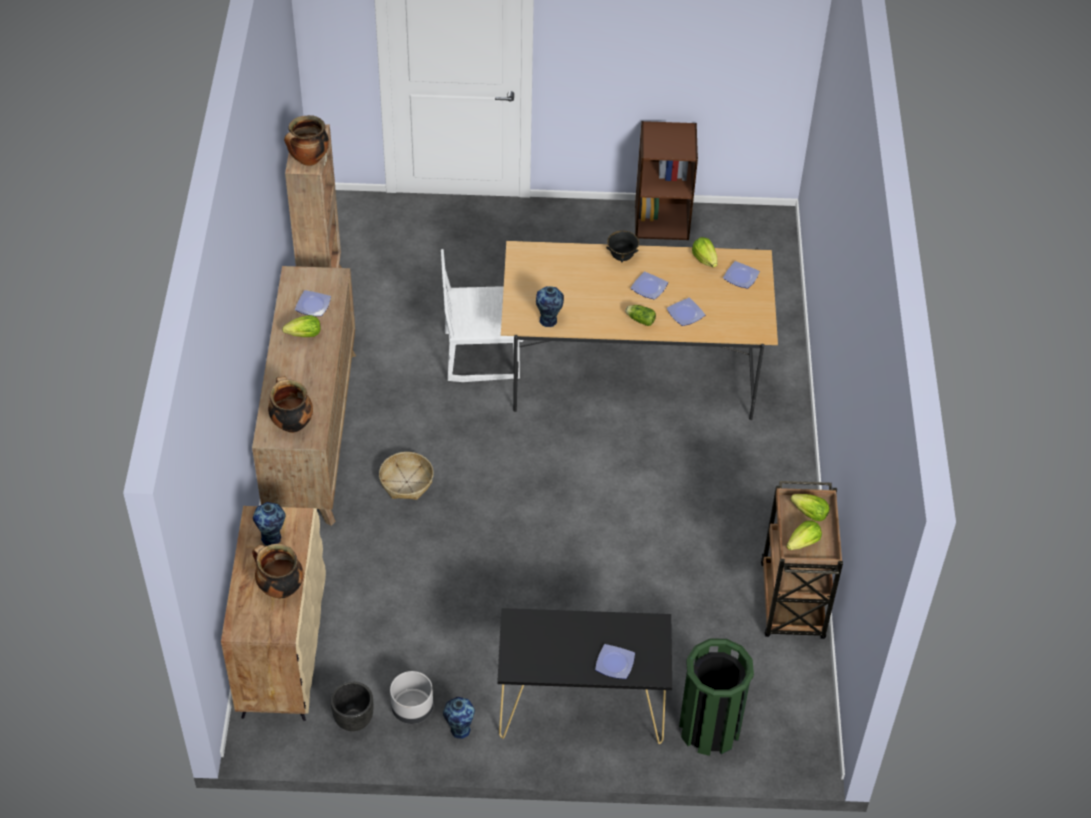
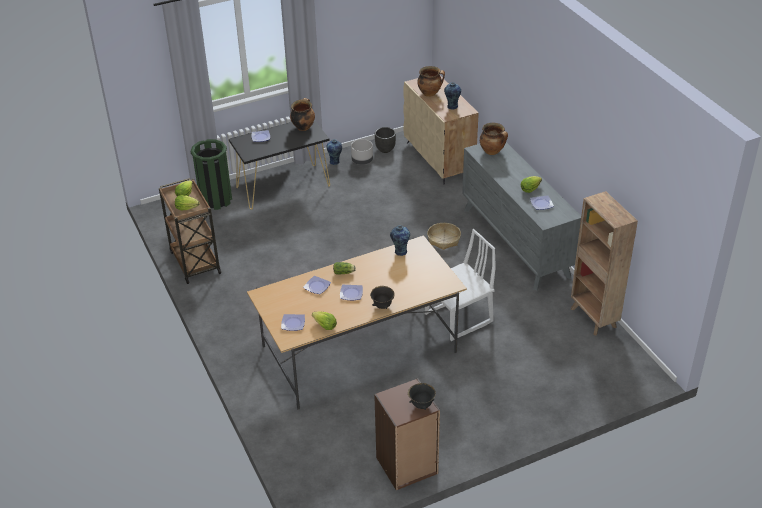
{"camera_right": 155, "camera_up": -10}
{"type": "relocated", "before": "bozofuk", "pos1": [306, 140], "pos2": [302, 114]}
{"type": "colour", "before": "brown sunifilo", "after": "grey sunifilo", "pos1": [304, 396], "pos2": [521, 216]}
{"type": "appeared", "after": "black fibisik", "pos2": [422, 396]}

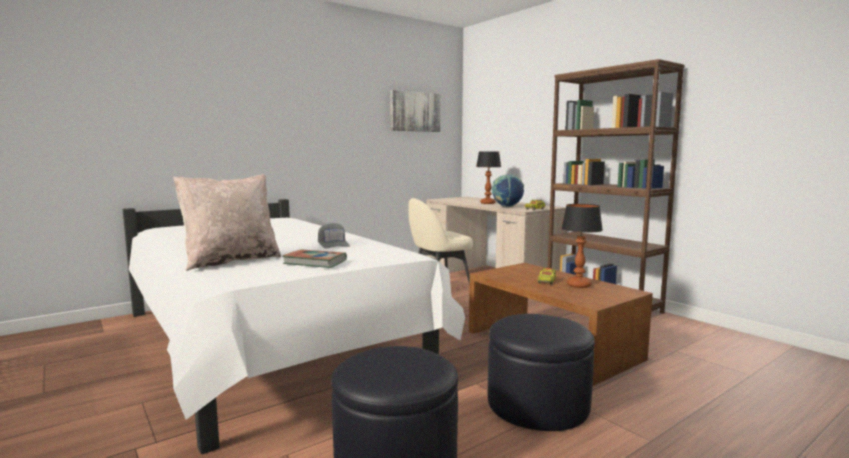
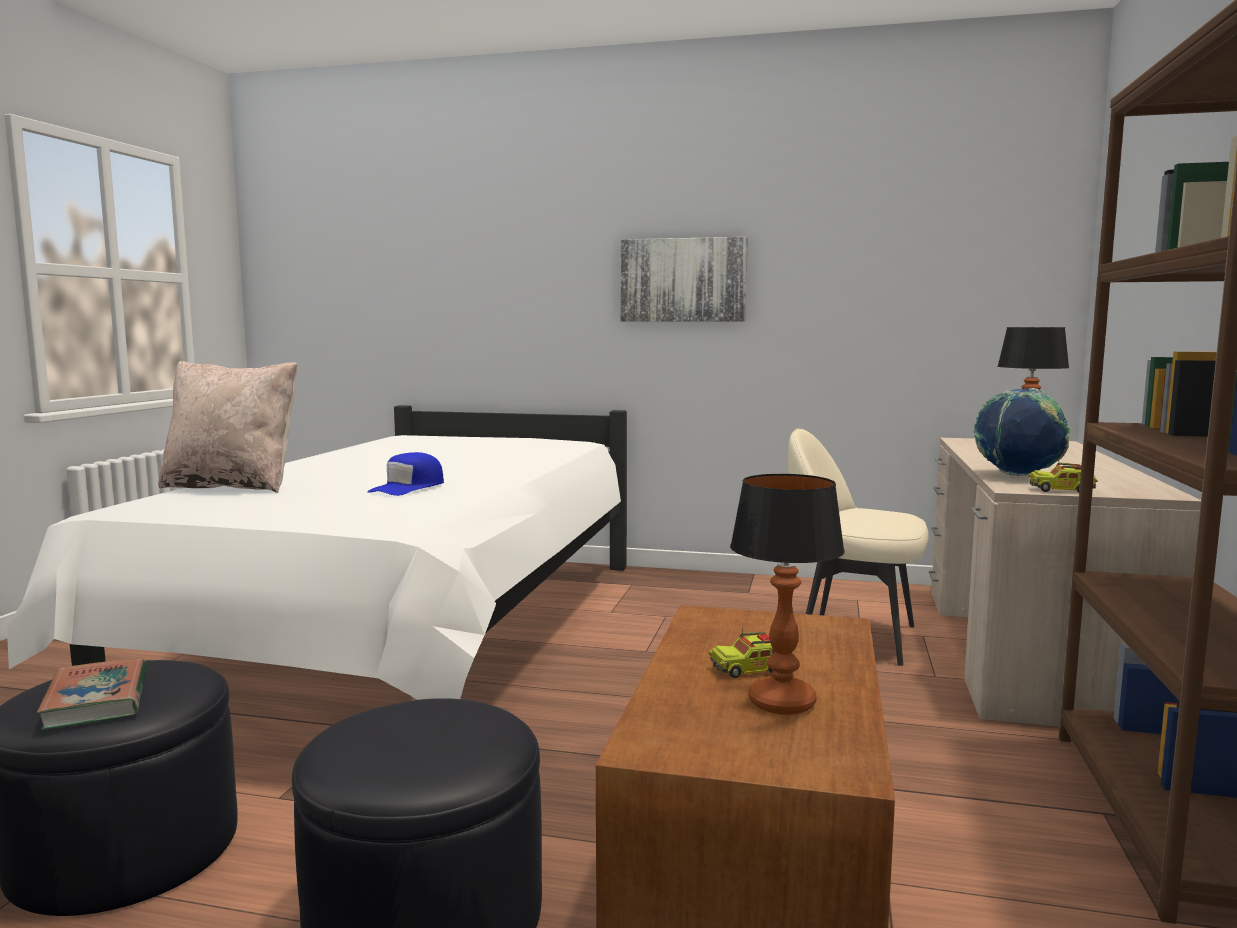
{"camera_right": 50, "camera_up": 0}
{"type": "relocated", "before": "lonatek", "pos1": [415, 111], "pos2": [684, 279]}
{"type": "colour", "before": "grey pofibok", "after": "blue pofibok", "pos1": [334, 235], "pos2": [405, 474]}
{"type": "relocated", "before": "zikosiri", "pos1": [314, 258], "pos2": [92, 694]}

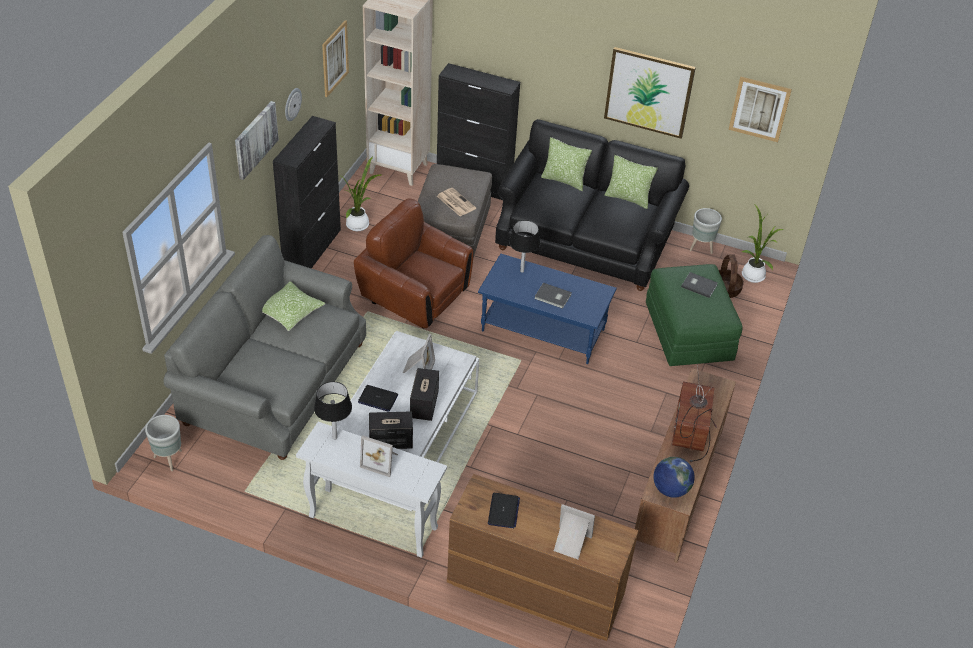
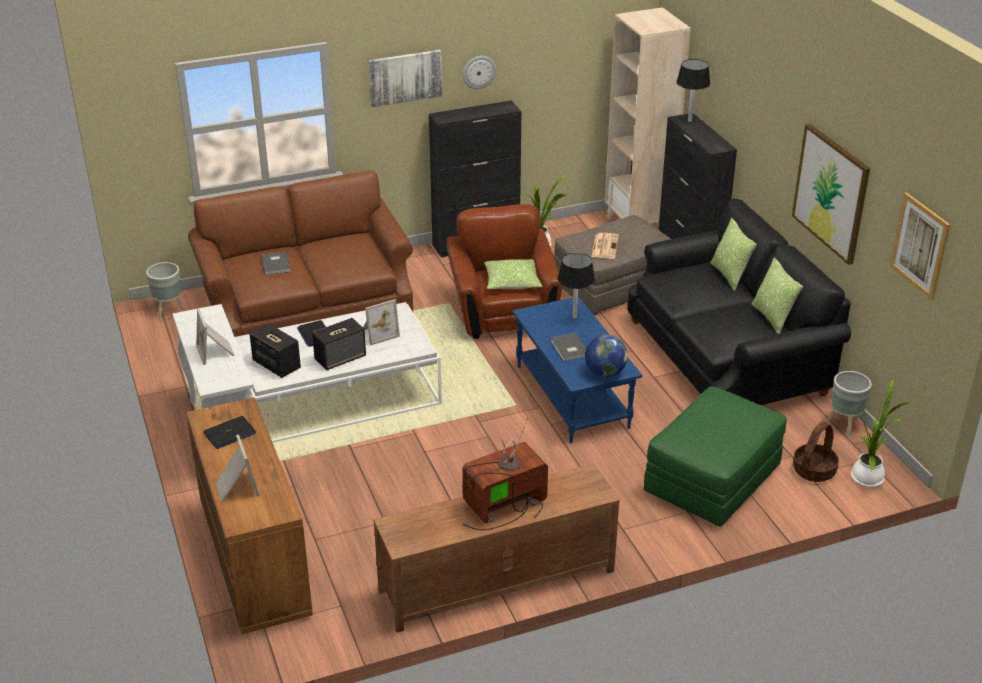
{"camera_right": 50, "camera_up": -10}
{"type": "missing", "before": "lonatek", "pos1": [335, 58]}
{"type": "colour", "before": "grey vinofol", "after": "brown vinofol", "pos1": [265, 347], "pos2": [300, 253]}
{"type": "relocated", "before": "grey zikosiri", "pos1": [699, 285], "pos2": [275, 263]}
{"type": "relocated", "before": "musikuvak", "pos1": [293, 306], "pos2": [513, 274]}
{"type": "relocated", "before": "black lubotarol", "pos1": [333, 411], "pos2": [693, 90]}
{"type": "relocated", "before": "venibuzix", "pos1": [674, 477], "pos2": [606, 356]}

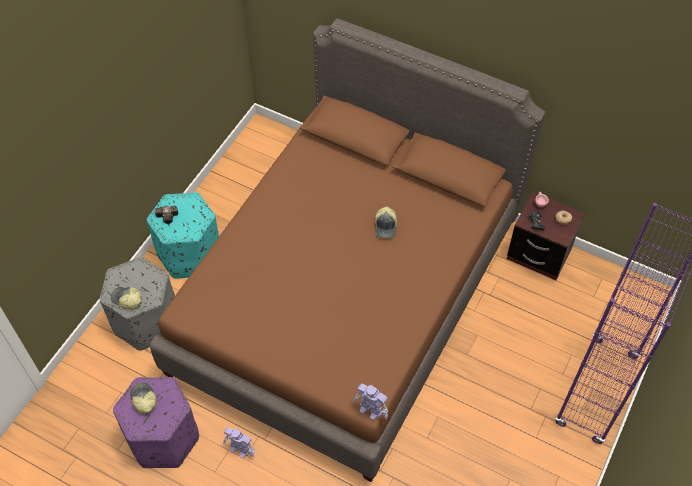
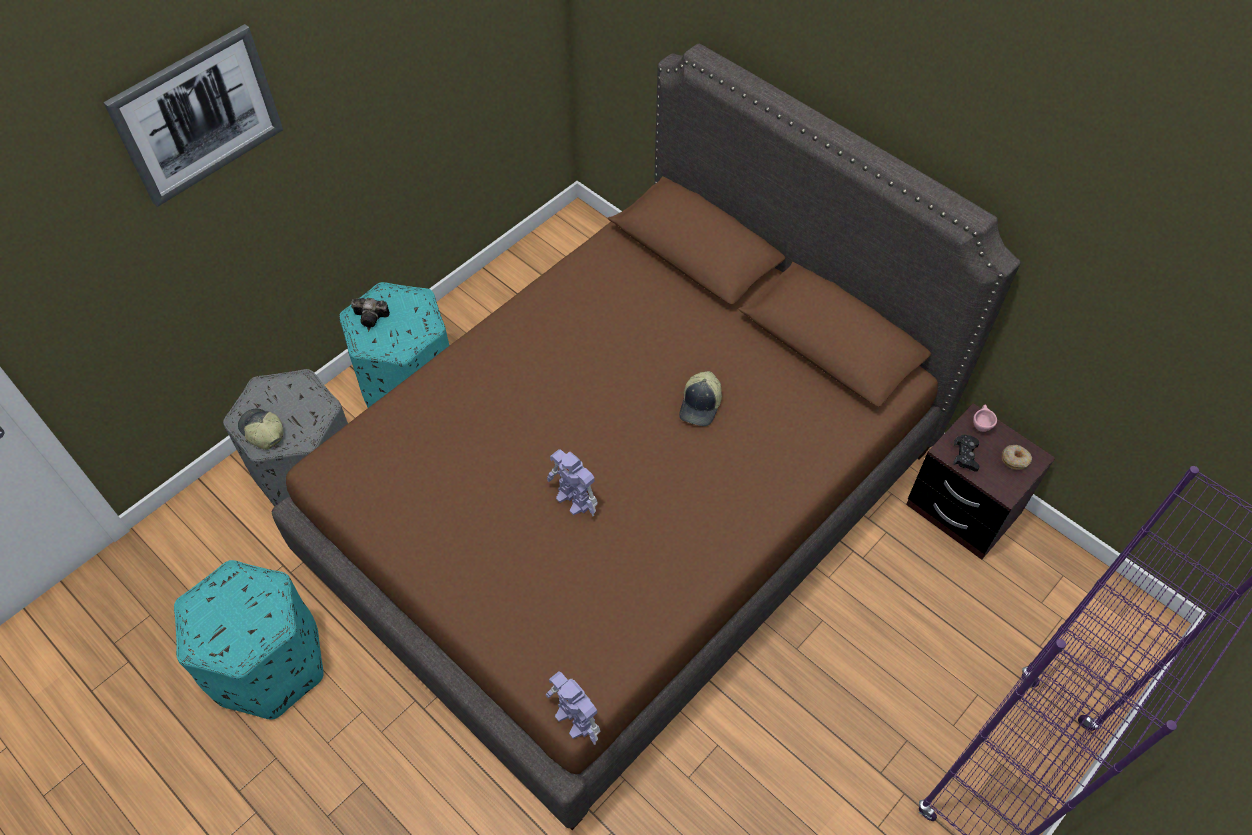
{"camera_right": 15, "camera_up": 0}
{"type": "colour", "before": "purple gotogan", "after": "turquoise gotogan", "pos1": [156, 422], "pos2": [248, 640]}
{"type": "missing", "before": "pofibok", "pos1": [143, 399]}
{"type": "relocated", "before": "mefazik", "pos1": [239, 443], "pos2": [572, 483]}
{"type": "appeared", "after": "lonatek", "pos2": [193, 115]}

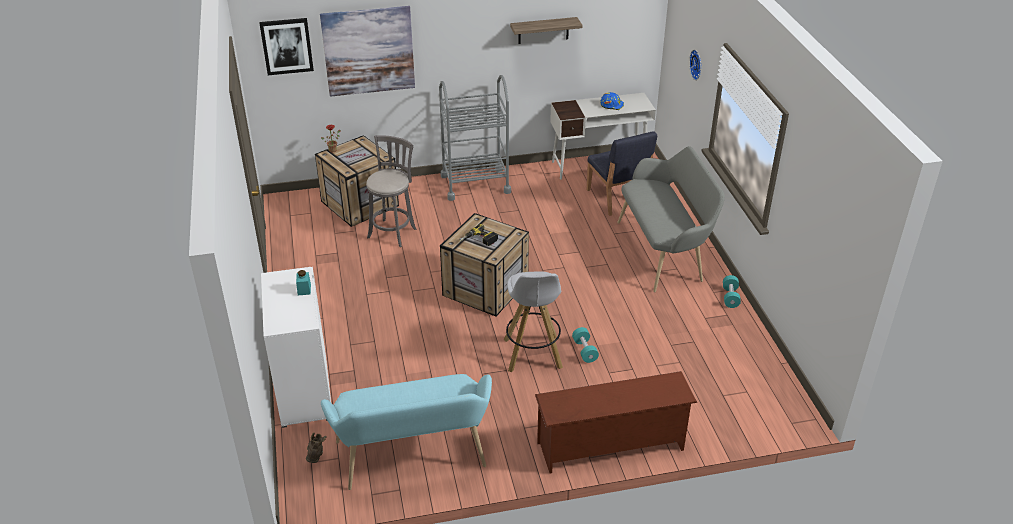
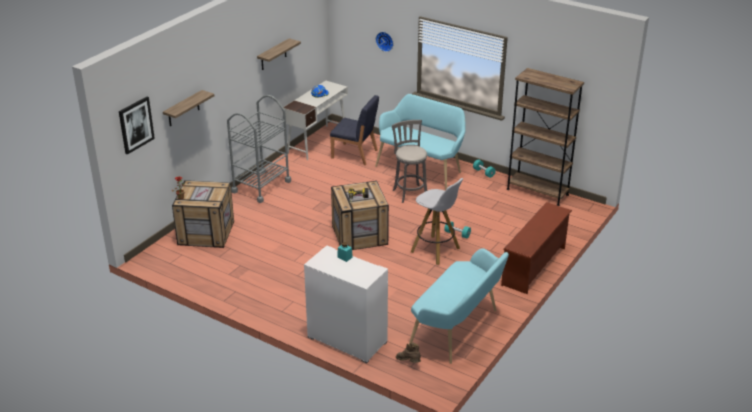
{"camera_right": -45, "camera_up": -5}
{"type": "exchanged", "before": "lonatek", "after": "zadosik", "pos1": [367, 51], "pos2": [188, 108]}
{"type": "relocated", "before": "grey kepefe", "pos1": [391, 191], "pos2": [409, 161]}
{"type": "colour", "before": "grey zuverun", "after": "turquoise zuverun", "pos1": [671, 219], "pos2": [420, 141]}
{"type": "appeared", "after": "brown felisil", "pos2": [545, 137]}

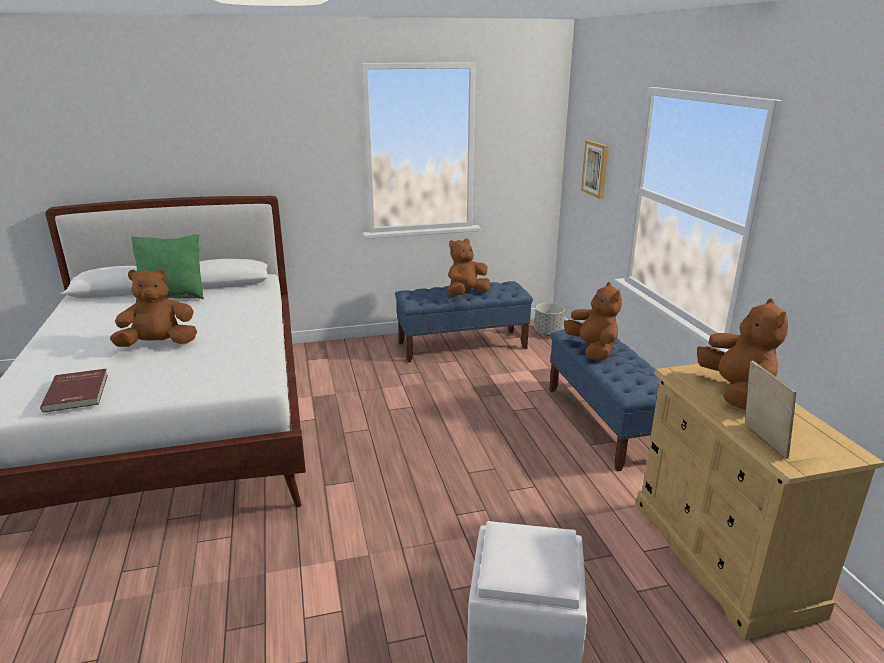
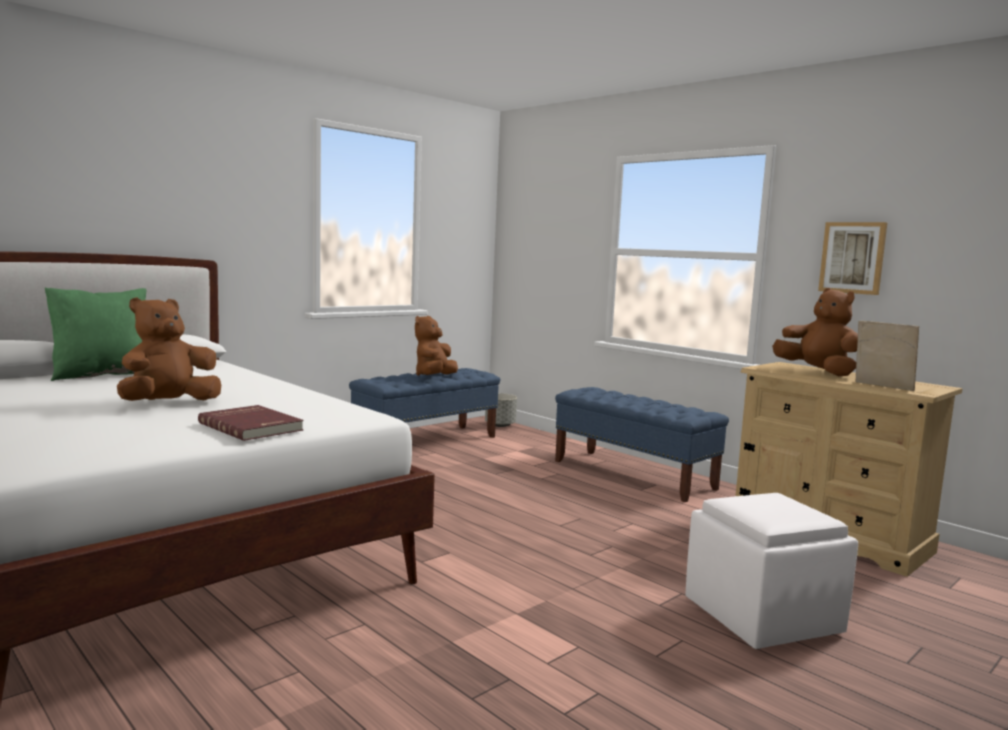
{"camera_right": -30, "camera_up": -15}
{"type": "relocated", "before": "lonatek", "pos1": [594, 169], "pos2": [852, 258]}
{"type": "missing", "before": "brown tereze", "pos1": [593, 321]}
{"type": "relocated", "before": "red zikosiri", "pos1": [74, 391], "pos2": [251, 423]}

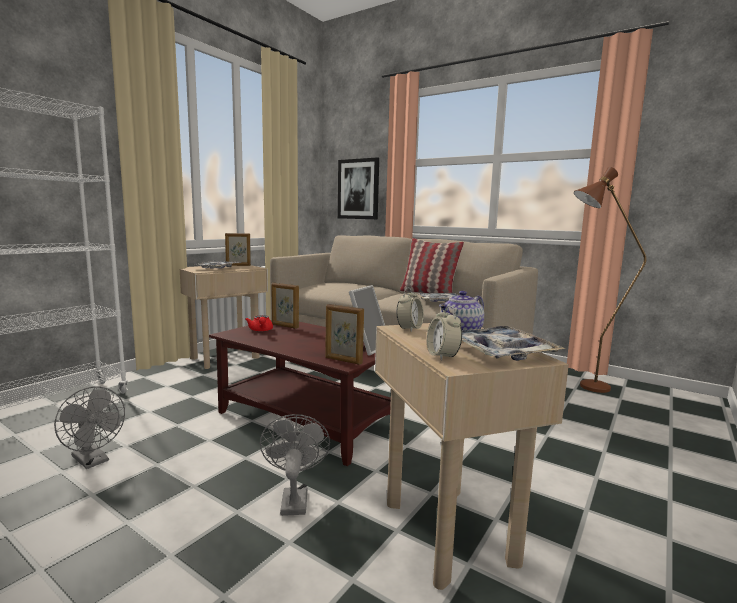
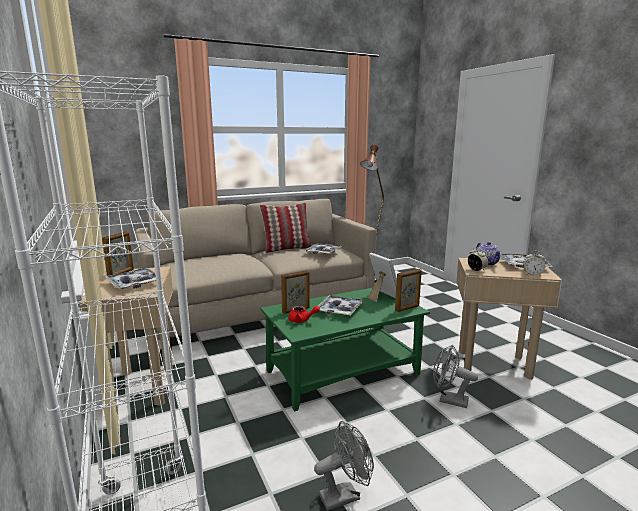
{"camera_right": -60, "camera_up": 5}
{"type": "missing", "before": "lonatek", "pos1": [358, 188]}
{"type": "colour", "before": "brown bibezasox", "after": "green bibezasox", "pos1": [300, 393], "pos2": [345, 350]}
{"type": "appeared", "after": "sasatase", "pos2": [341, 305]}

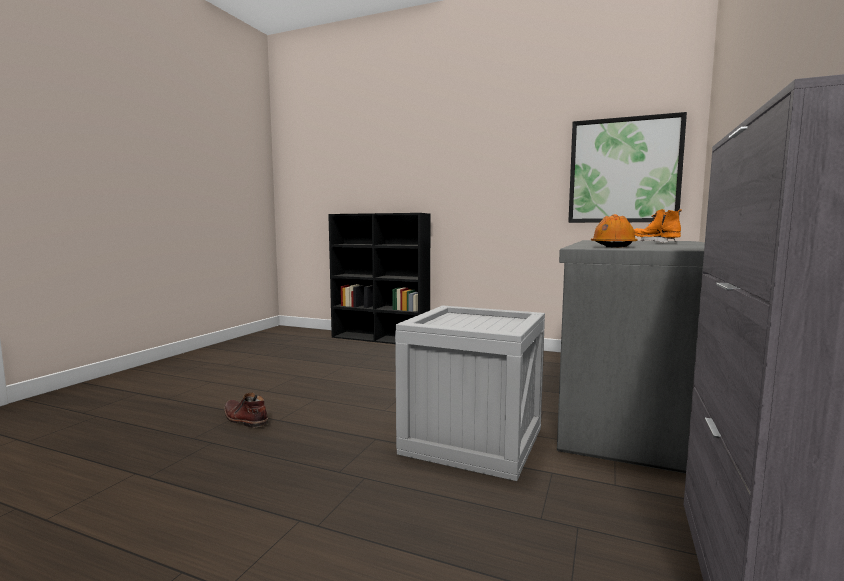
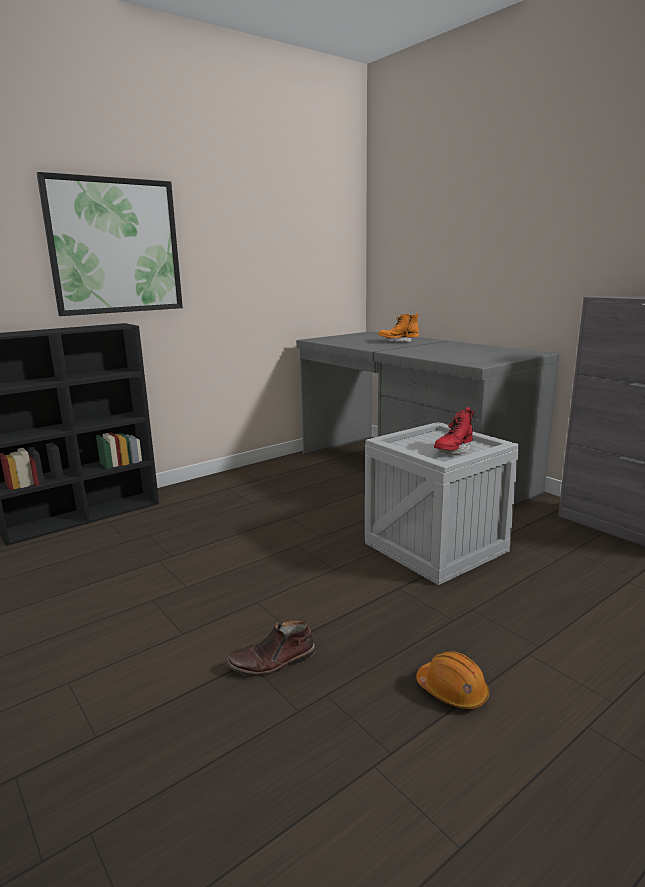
{"camera_right": -60, "camera_up": 10}
{"type": "relocated", "before": "lonatek", "pos1": [627, 167], "pos2": [110, 244]}
{"type": "relocated", "before": "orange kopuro", "pos1": [614, 231], "pos2": [452, 680]}
{"type": "appeared", "after": "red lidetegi", "pos2": [454, 430]}

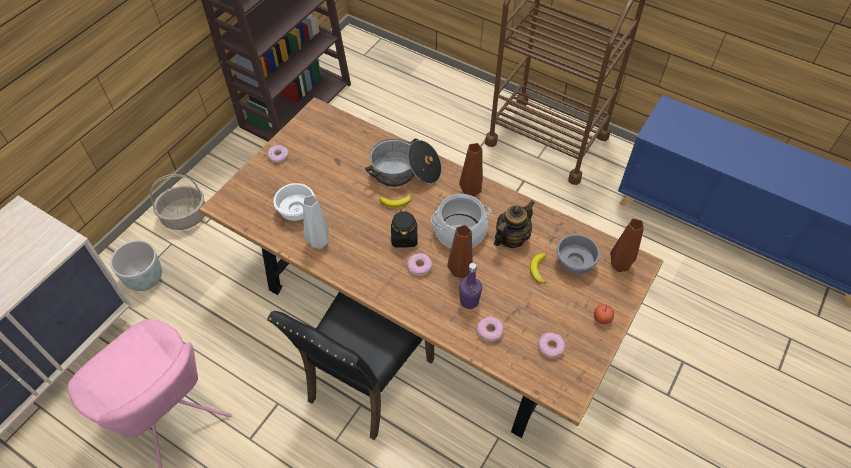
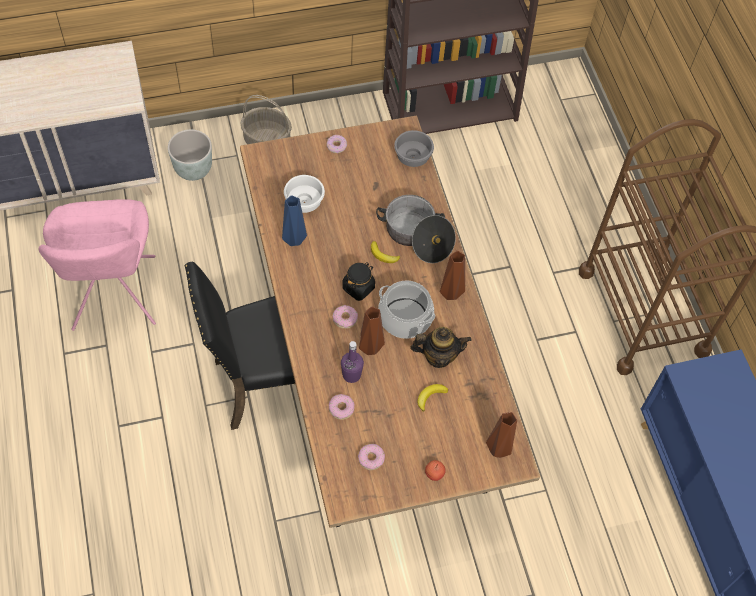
{"camera_right": 40, "camera_up": 5}
{"type": "colour", "before": "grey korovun", "after": "blue korovun", "pos1": [316, 222], "pos2": [294, 220]}
{"type": "relocated", "before": "grey fibisik", "pos1": [578, 254], "pos2": [414, 148]}

